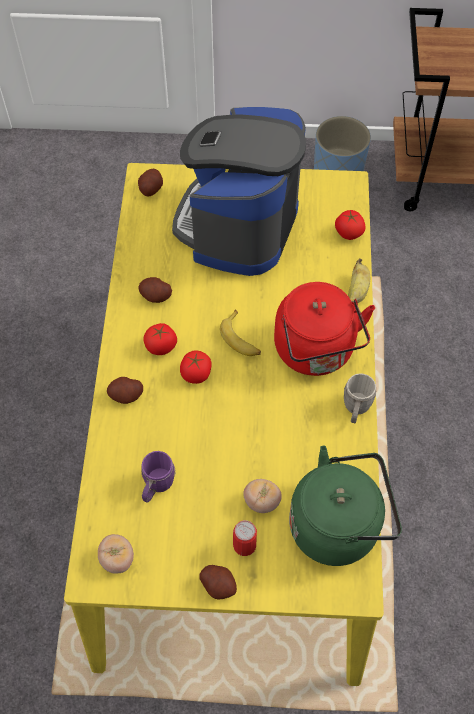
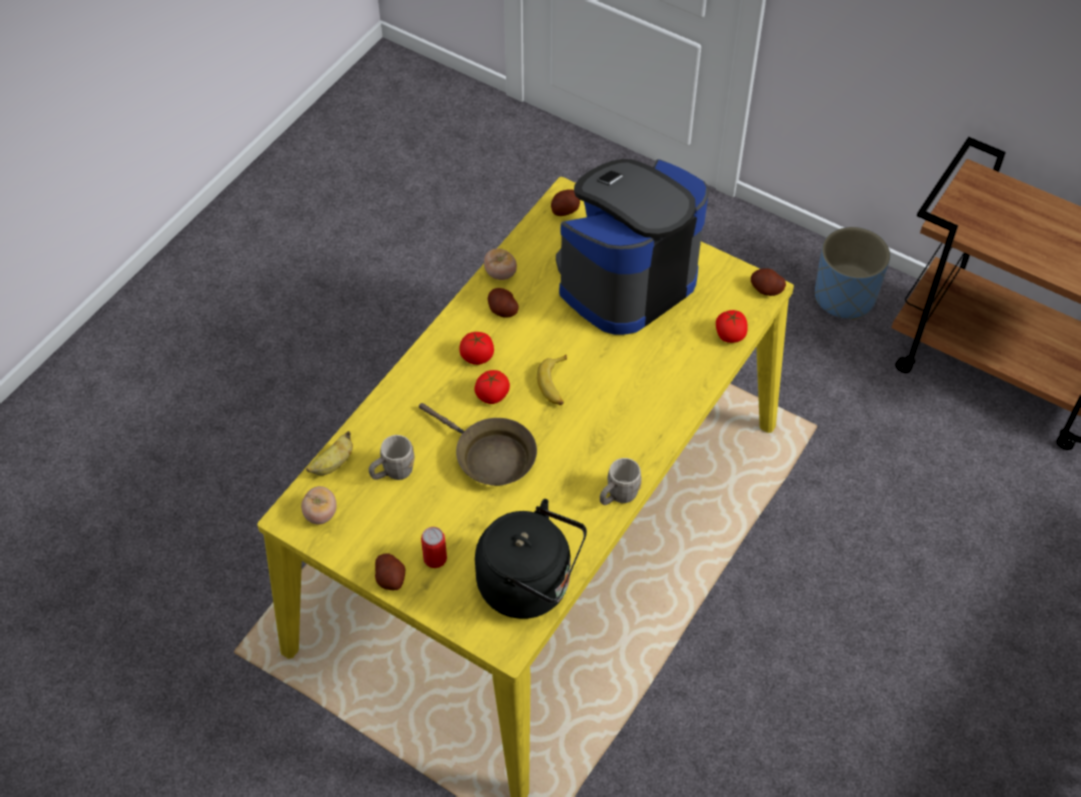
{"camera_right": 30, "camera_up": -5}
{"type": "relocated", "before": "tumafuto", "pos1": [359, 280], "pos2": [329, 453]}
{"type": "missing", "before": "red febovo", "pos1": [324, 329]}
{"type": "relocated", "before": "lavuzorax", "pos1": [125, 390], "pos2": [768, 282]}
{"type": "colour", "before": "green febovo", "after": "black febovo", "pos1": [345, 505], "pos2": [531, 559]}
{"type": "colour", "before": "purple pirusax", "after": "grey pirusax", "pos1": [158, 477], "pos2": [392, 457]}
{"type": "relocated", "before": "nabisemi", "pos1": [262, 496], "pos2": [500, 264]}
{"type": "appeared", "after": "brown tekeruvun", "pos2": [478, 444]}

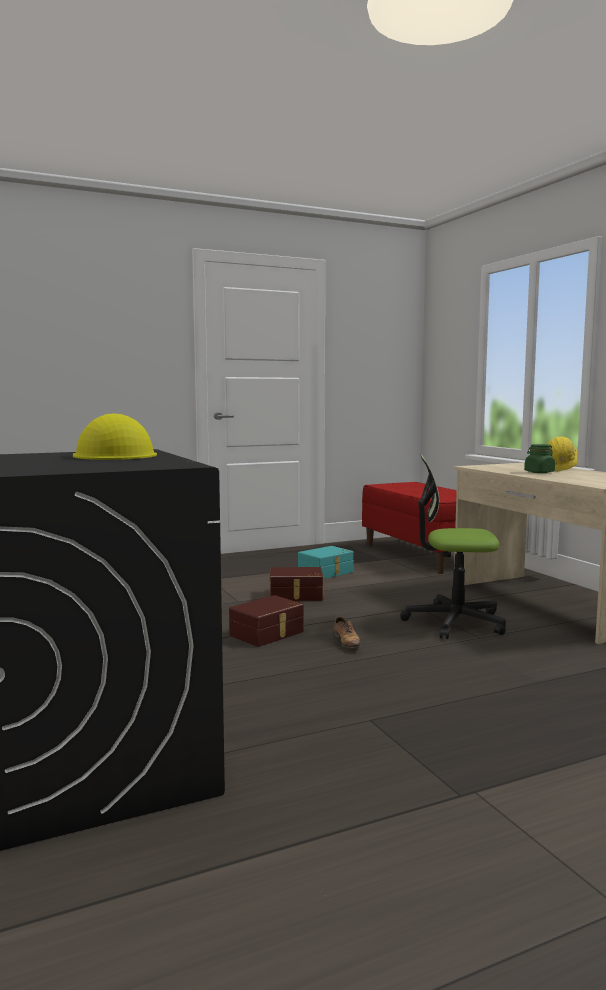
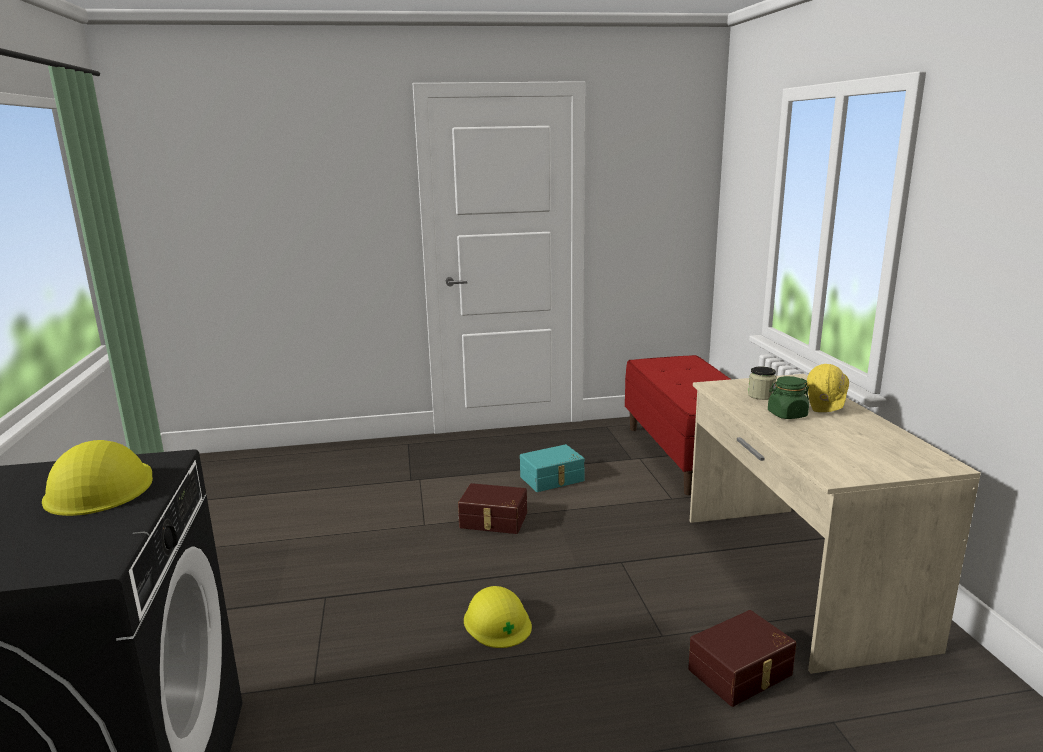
{"camera_right": 15, "camera_up": 10}
{"type": "missing", "before": "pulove", "pos1": [453, 546]}
{"type": "relocated", "before": "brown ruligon", "pos1": [266, 621], "pos2": [742, 658]}
{"type": "exchanged", "before": "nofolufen", "after": "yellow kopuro", "pos1": [347, 632], "pos2": [498, 617]}
{"type": "appeared", "after": "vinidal", "pos2": [762, 383]}

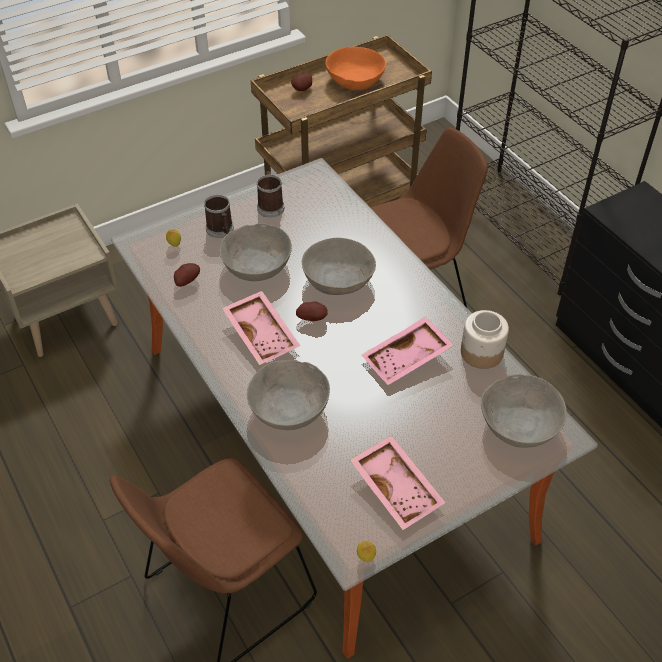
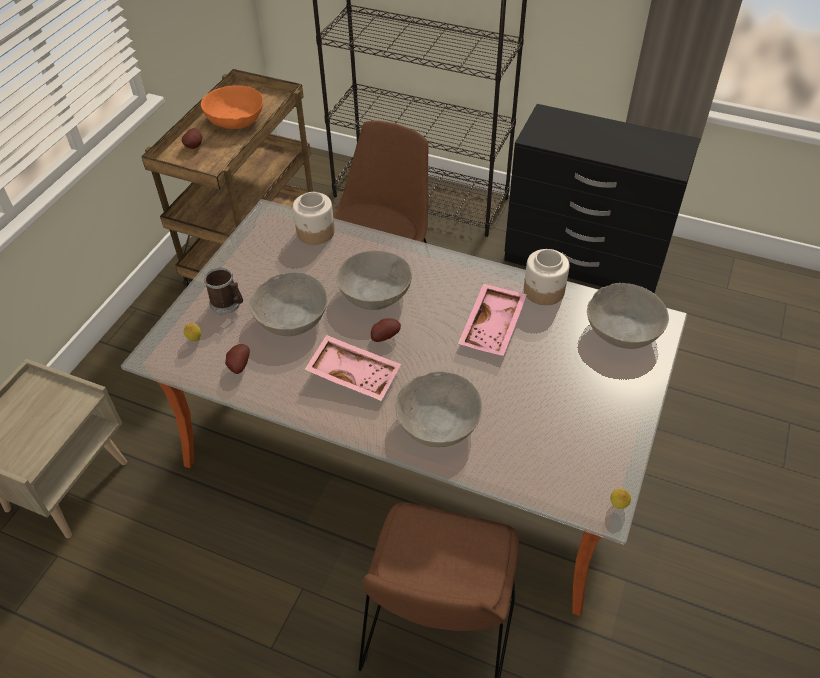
{"camera_right": -35, "camera_up": 0}
{"type": "missing", "before": "pirusax", "pos1": [270, 194]}
{"type": "missing", "before": "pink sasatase", "pos1": [398, 482]}
{"type": "appeared", "after": "vinidal", "pos2": [314, 218]}

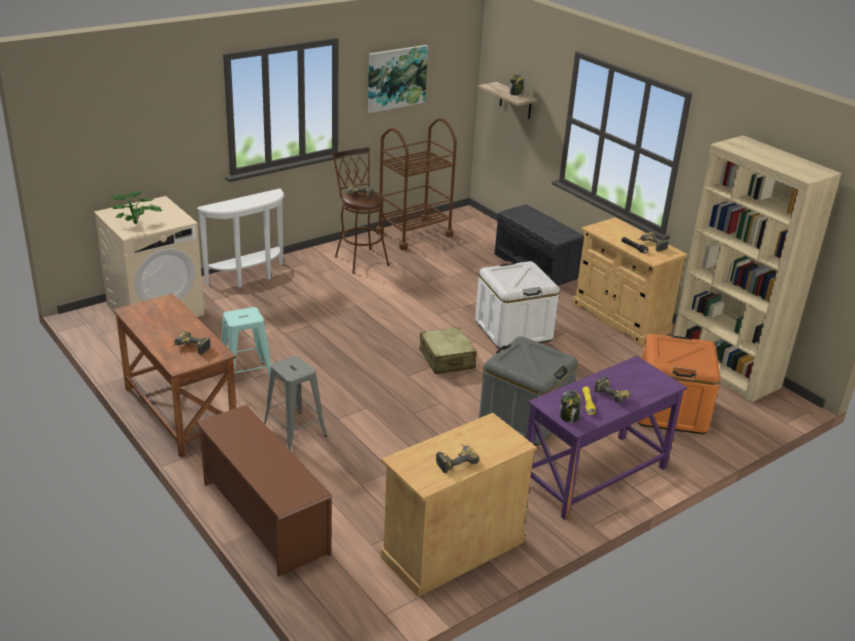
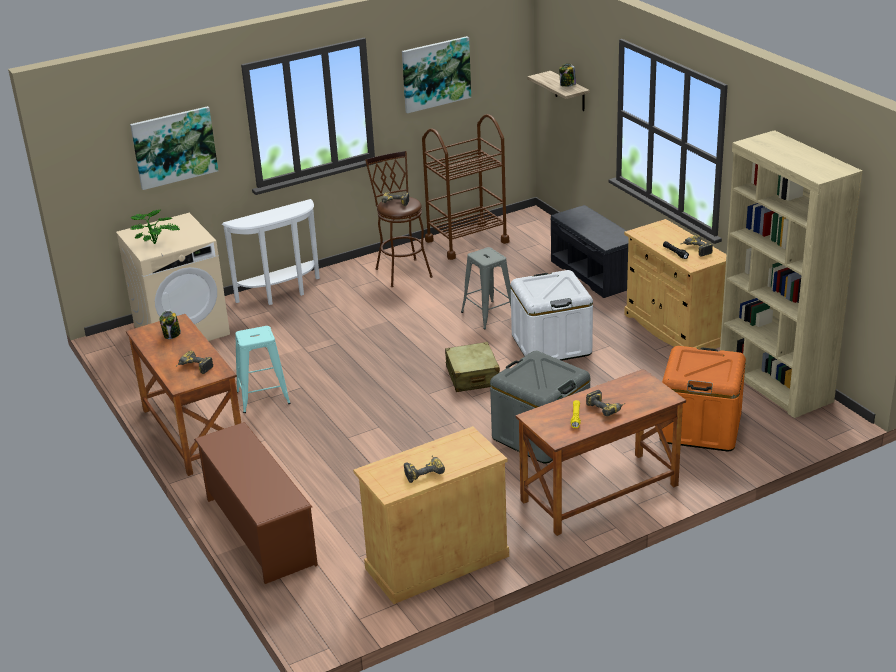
{"camera_right": 10, "camera_up": 0}
{"type": "relocated", "before": "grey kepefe", "pos1": [295, 403], "pos2": [486, 288]}
{"type": "colour", "before": "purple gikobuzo", "after": "brown gikobuzo", "pos1": [607, 438], "pos2": [601, 452]}
{"type": "relocated", "before": "vinidal", "pos1": [570, 406], "pos2": [170, 325]}
{"type": "appeared", "after": "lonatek", "pos2": [174, 148]}

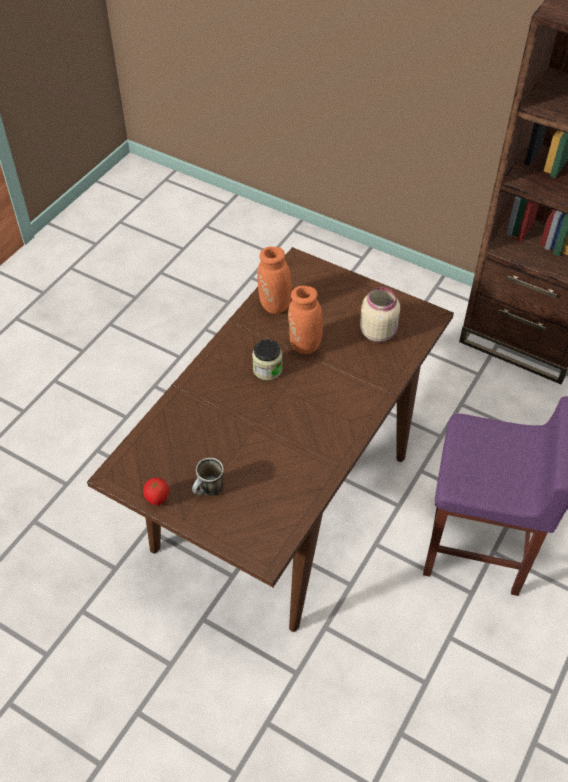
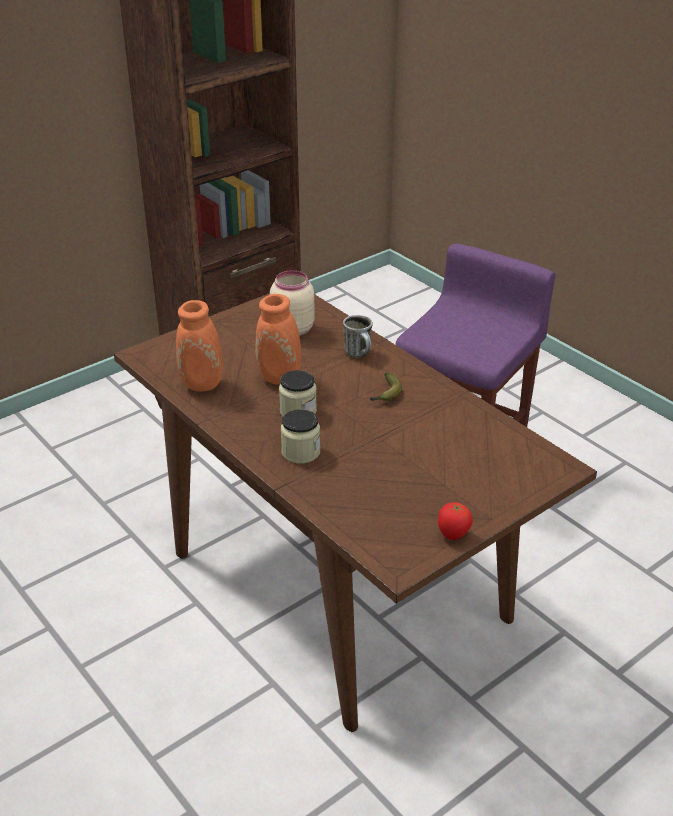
{"camera_right": -70, "camera_up": -15}
{"type": "relocated", "before": "pirusax", "pos1": [208, 477], "pos2": [358, 336]}
{"type": "appeared", "after": "tumafuto", "pos2": [386, 386]}
{"type": "appeared", "after": "vinidal", "pos2": [300, 436]}

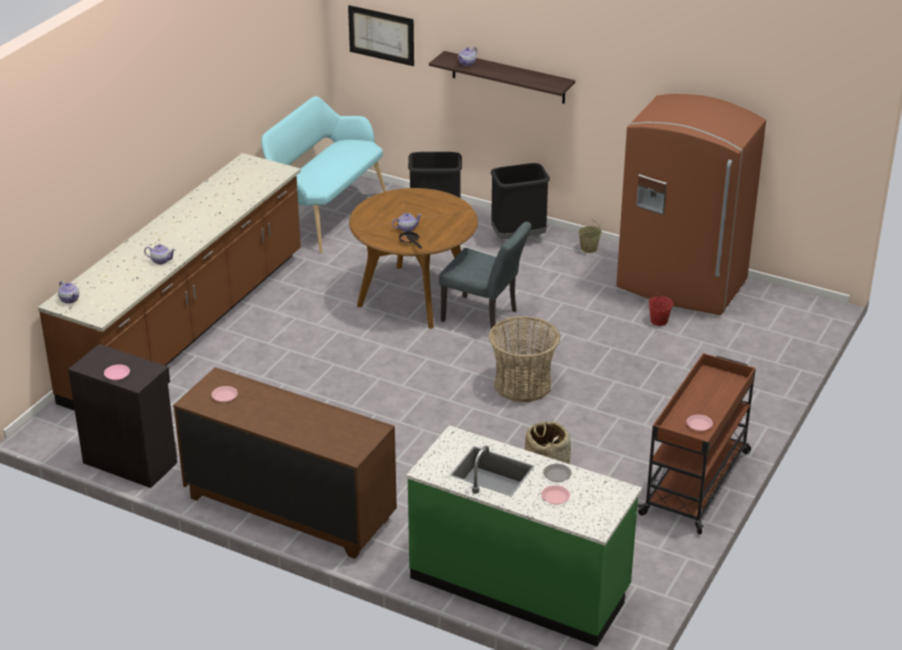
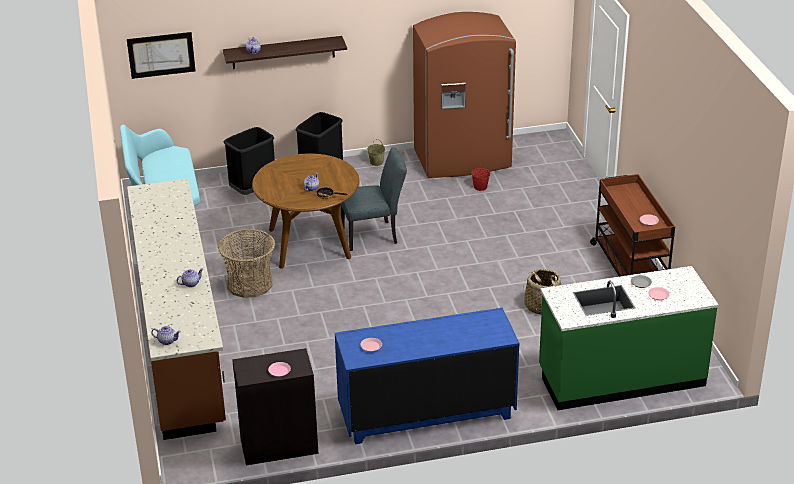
{"camera_right": -40, "camera_up": 0}
{"type": "relocated", "before": "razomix", "pos1": [524, 359], "pos2": [246, 263]}
{"type": "colour", "before": "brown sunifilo", "after": "blue sunifilo", "pos1": [285, 463], "pos2": [427, 376]}

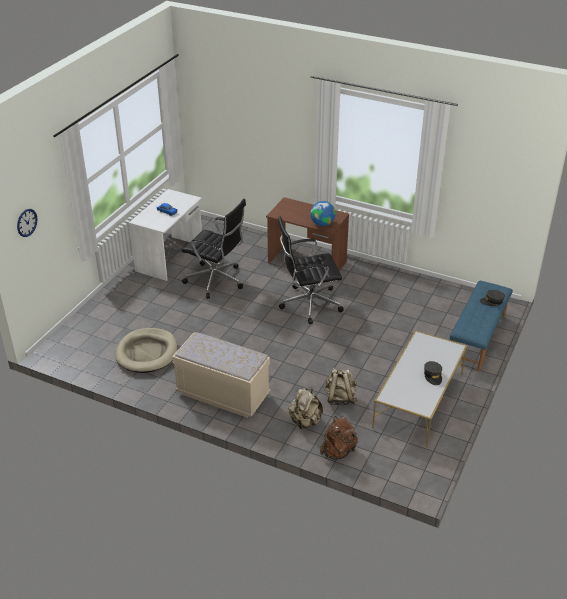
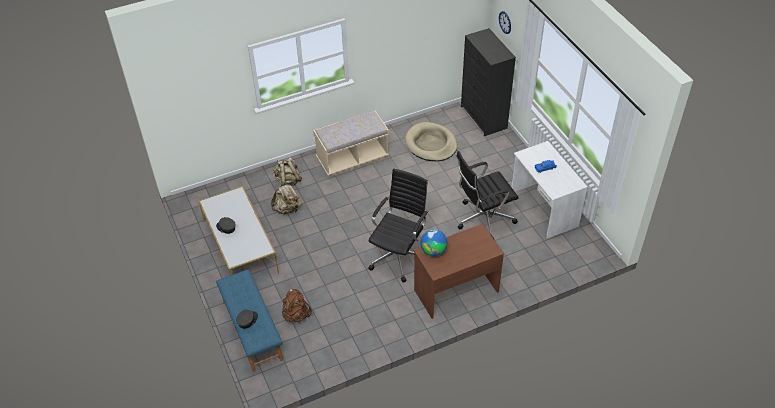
{"camera_right": 130, "camera_up": 10}
{"type": "relocated", "before": "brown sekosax", "pos1": [339, 437], "pos2": [297, 305]}
{"type": "appeared", "after": "black sunifilo", "pos2": [488, 82]}

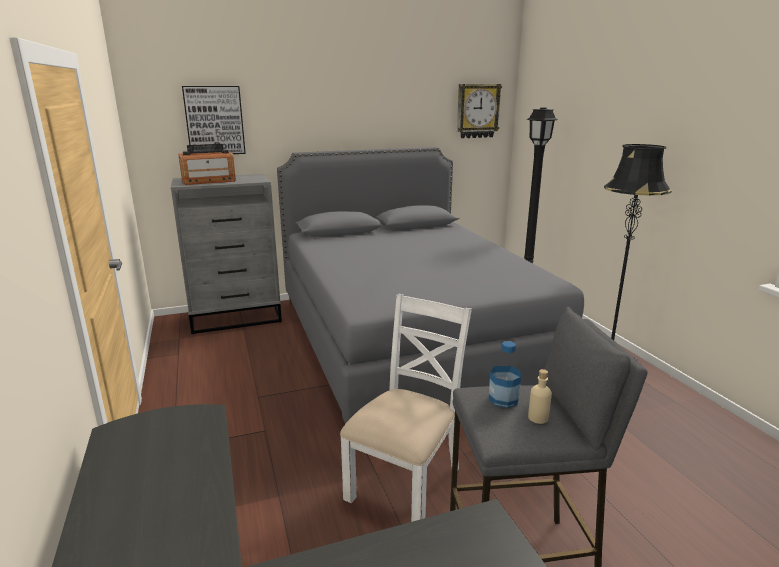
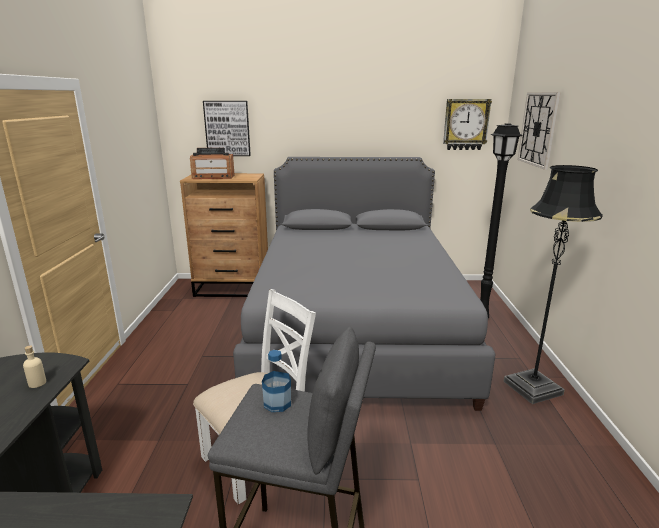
{"camera_right": 20, "camera_up": 0}
{"type": "colour", "before": "grey sunifilo", "after": "brown sunifilo", "pos1": [226, 254], "pos2": [224, 235]}
{"type": "relocated", "before": "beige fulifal", "pos1": [540, 396], "pos2": [34, 367]}
{"type": "appeared", "after": "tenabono", "pos2": [539, 131]}

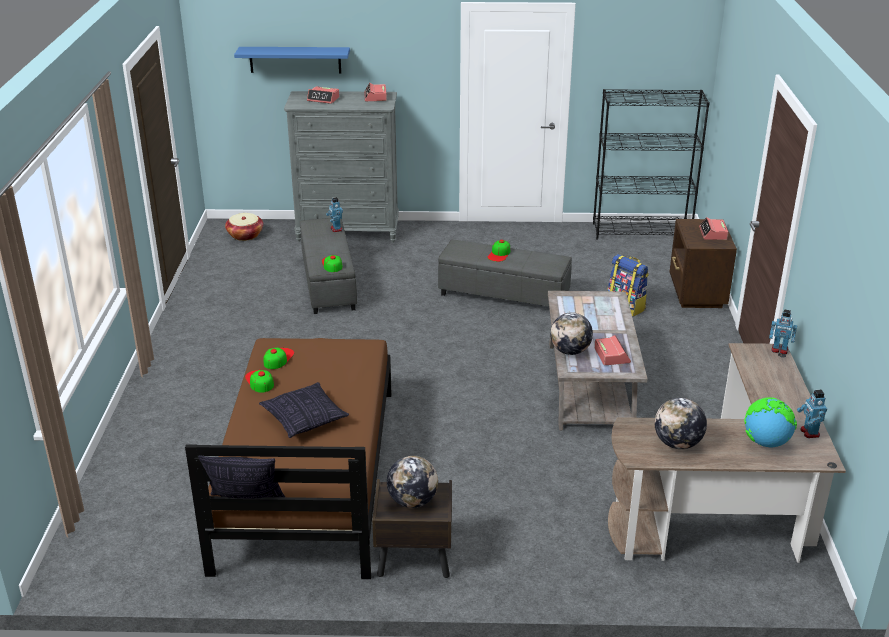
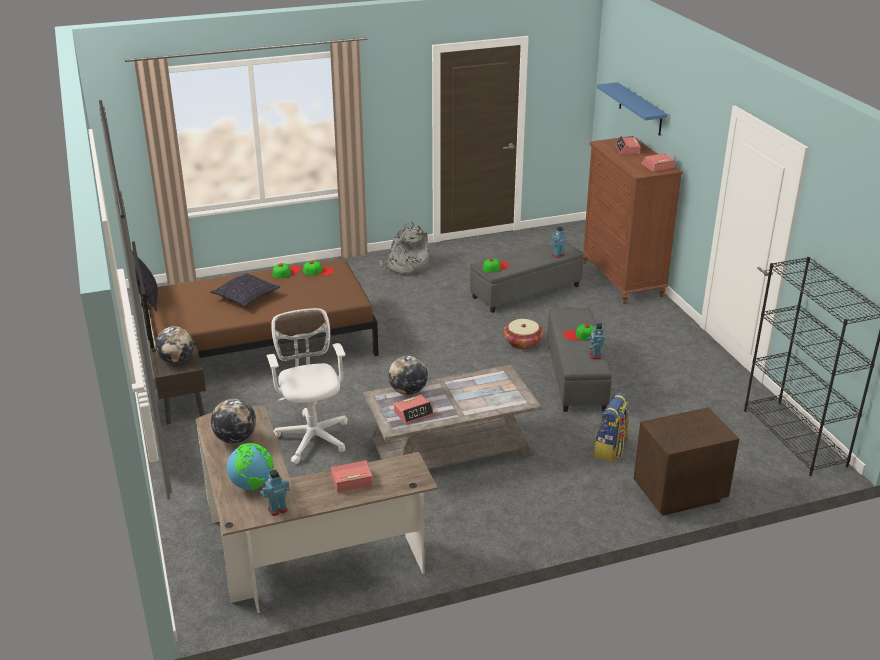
{"camera_right": 70, "camera_up": 0}
{"type": "colour", "before": "grey sunifilo", "after": "brown sunifilo", "pos1": [341, 167], "pos2": [632, 220]}
{"type": "relocated", "before": "razomix", "pos1": [244, 227], "pos2": [523, 334]}
{"type": "relocated", "before": "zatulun", "pos1": [713, 228], "pos2": [351, 476]}
{"type": "relocated", "before": "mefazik", "pos1": [783, 331], "pos2": [596, 341]}
{"type": "appeared", "after": "grey sekosax", "pos2": [404, 248]}
{"type": "appeared", "after": "white pulove", "pos2": [307, 386]}

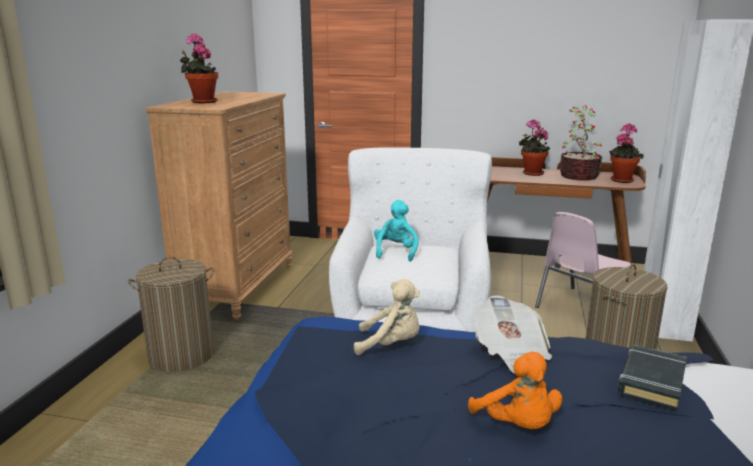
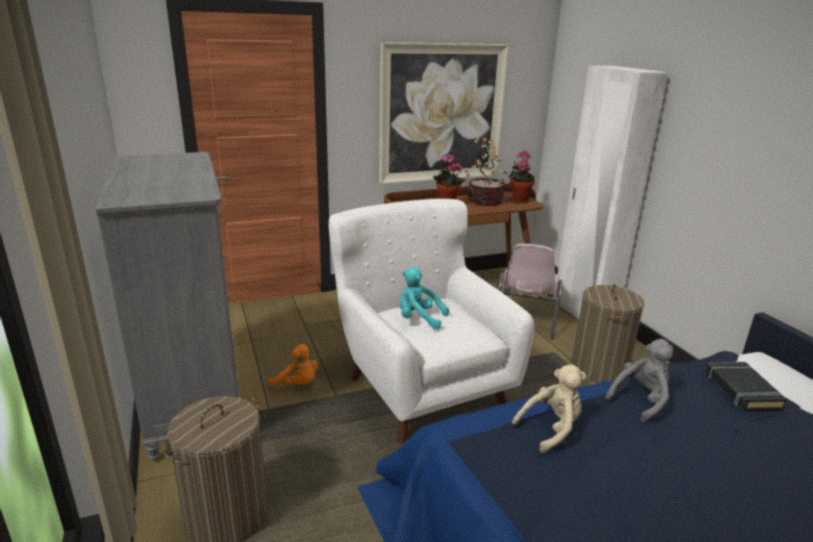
{"camera_right": -35, "camera_up": 5}
{"type": "missing", "before": "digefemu", "pos1": [199, 68]}
{"type": "colour", "before": "brown sunifilo", "after": "grey sunifilo", "pos1": [218, 206], "pos2": [168, 306]}
{"type": "spun", "before": "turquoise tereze", "pos1": [396, 231], "pos2": [424, 299], "turn": -45}
{"type": "exchanged", "before": "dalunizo", "after": "grey tereze", "pos1": [513, 334], "pos2": [639, 381]}
{"type": "relocated", "before": "orange tereze", "pos1": [515, 390], "pos2": [293, 365]}
{"type": "appeared", "after": "lonatek", "pos2": [444, 113]}

